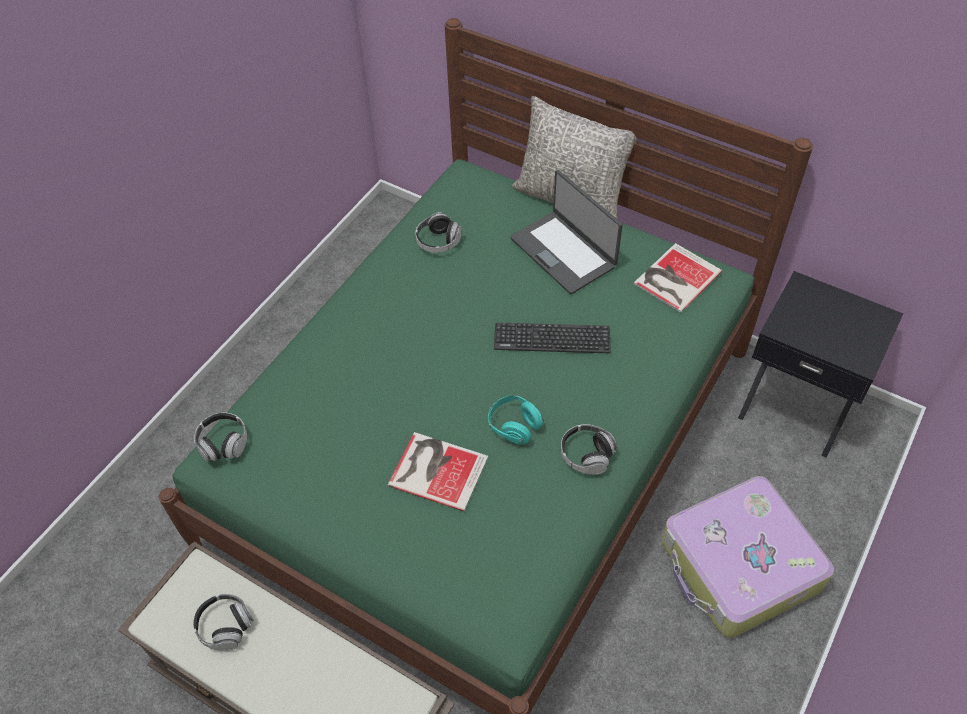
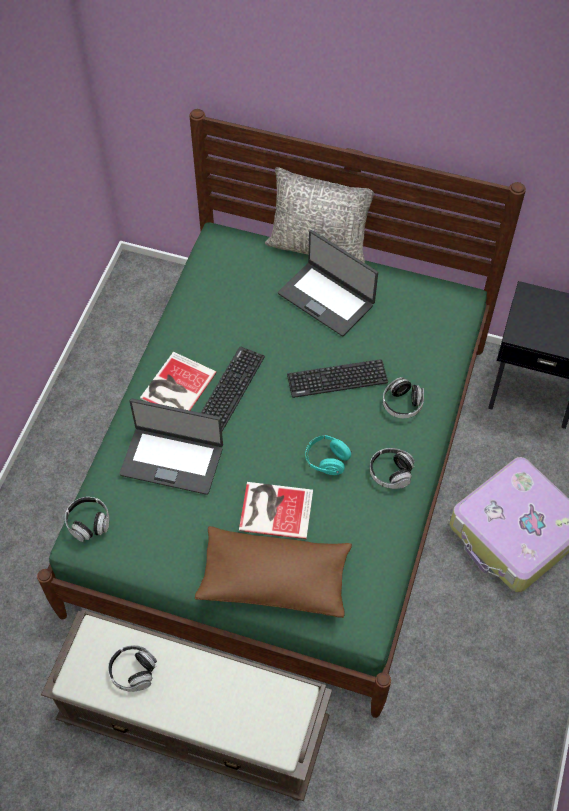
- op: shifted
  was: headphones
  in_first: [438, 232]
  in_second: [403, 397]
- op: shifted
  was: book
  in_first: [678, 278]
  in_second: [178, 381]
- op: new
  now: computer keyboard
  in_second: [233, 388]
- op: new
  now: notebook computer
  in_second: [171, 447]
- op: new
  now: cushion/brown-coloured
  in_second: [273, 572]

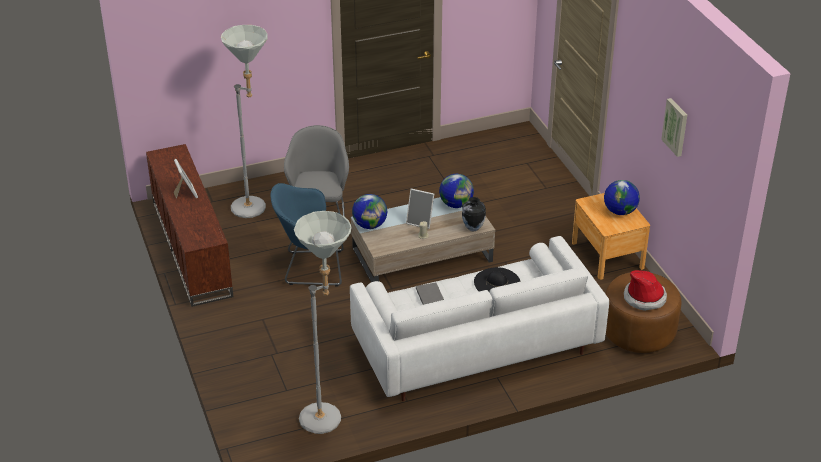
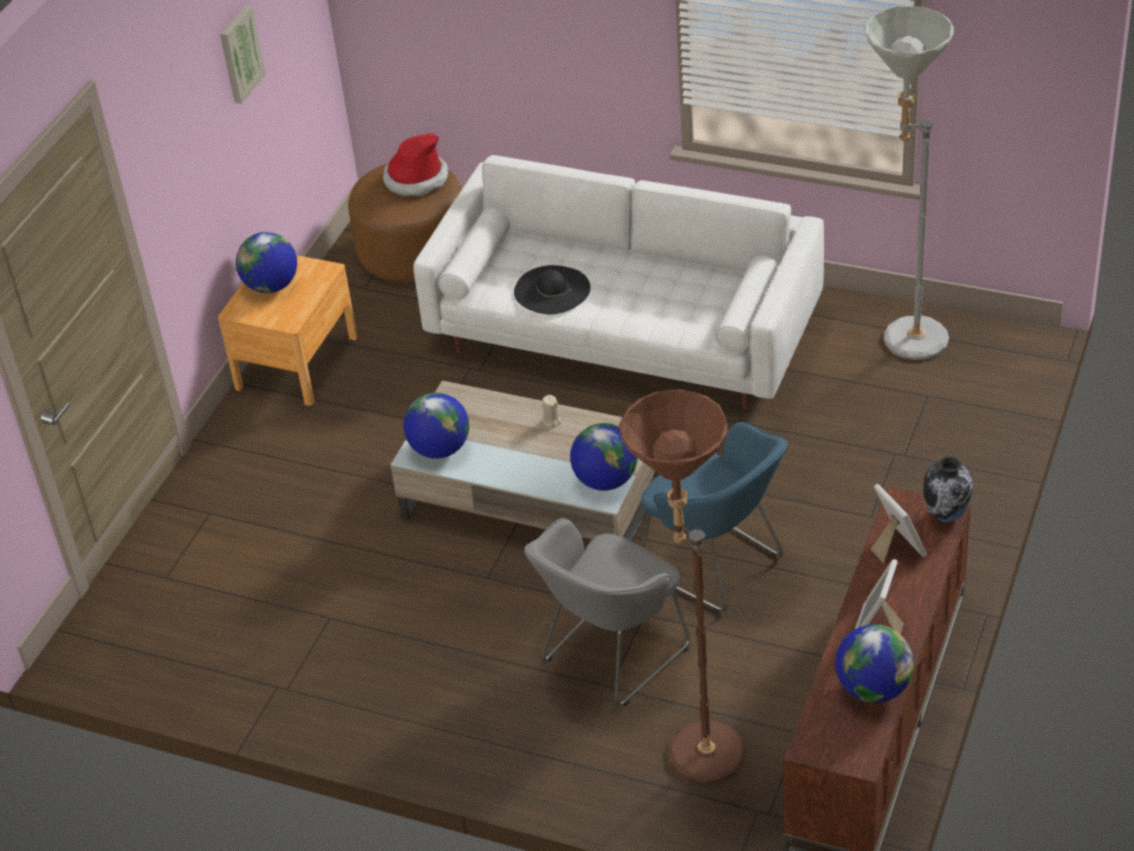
- op: repainted
  was: floor lamp/gray
  now: floor lamp/brown-coloured
  in_first: [244, 121]
  in_second: [682, 587]
- op: shifted
  was: standing frame
  in_first: [420, 208]
  in_second: [898, 523]
- op: shifted
  was: decorative vase
  in_first: [474, 214]
  in_second: [948, 489]
- op: gone
  was: book/gray
  in_first: [430, 294]
- op: new
  now: desk globe
  in_second: [874, 663]

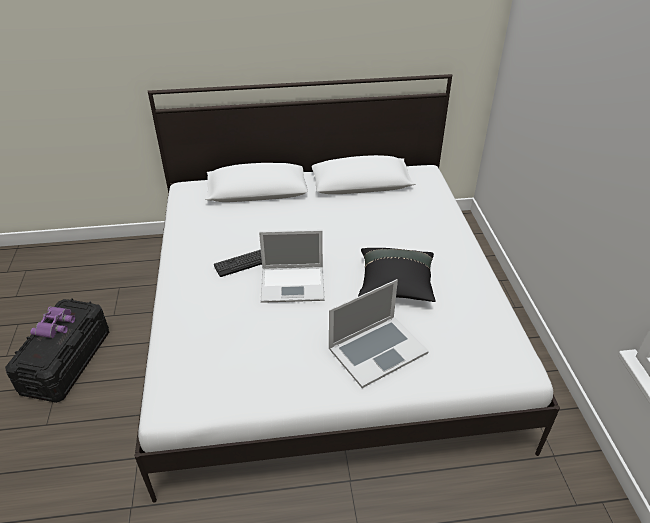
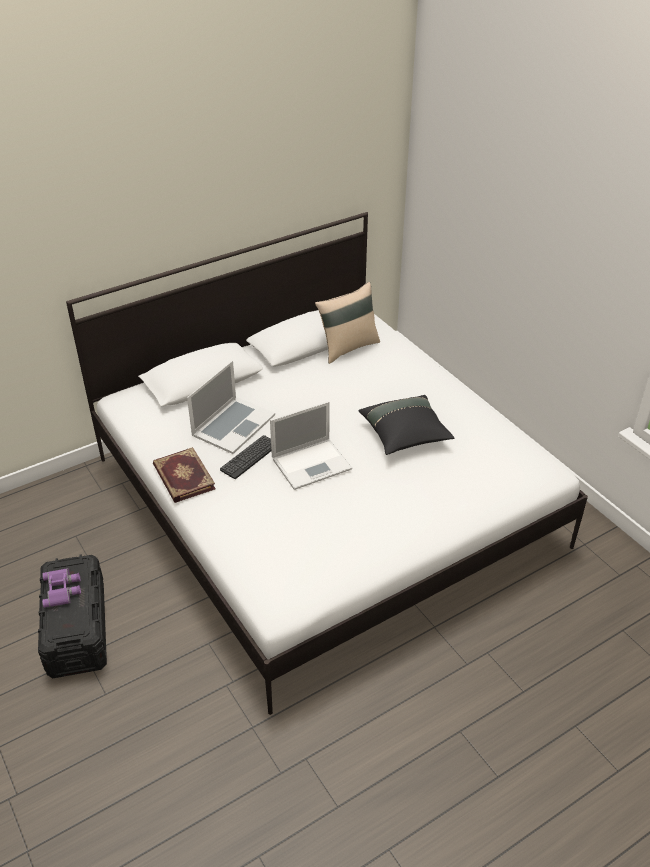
- op: shifted
  was: notebook computer
  in_first: [379, 333]
  in_second: [231, 407]
- op: new
  now: cushion/sand-coloured
  in_second: [347, 323]
- op: new
  now: book
  in_second: [184, 475]

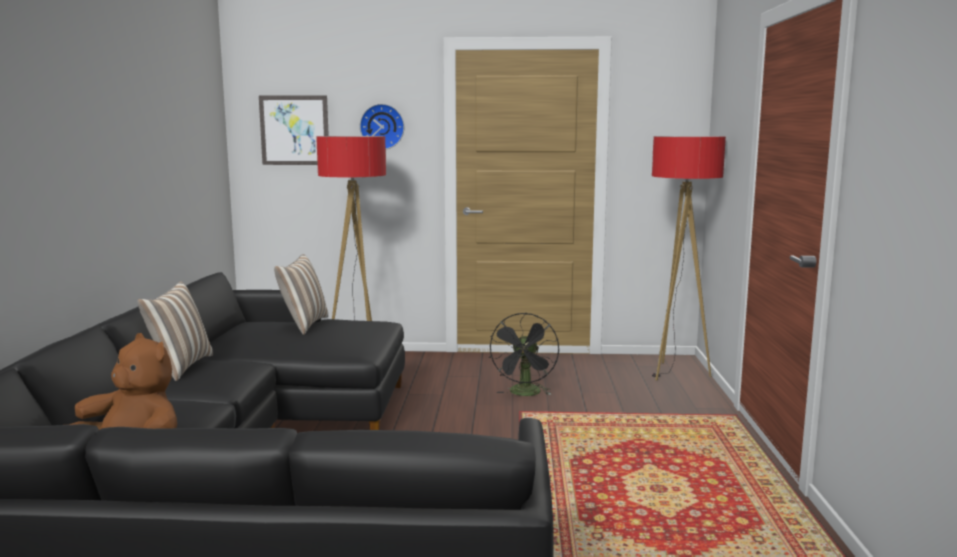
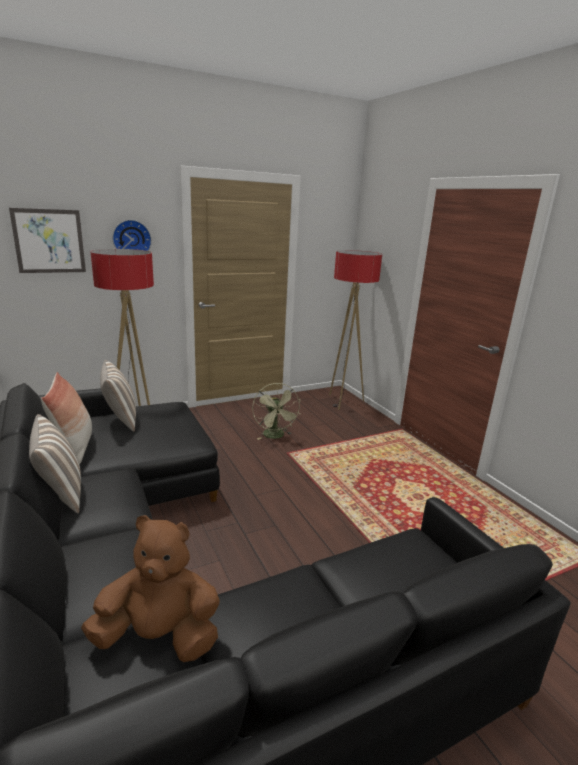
- op: repainted
  was: electric fan/black
  now: electric fan/green
  in_first: [524, 354]
  in_second: [276, 411]
- op: new
  now: cushion
  in_second: [66, 418]

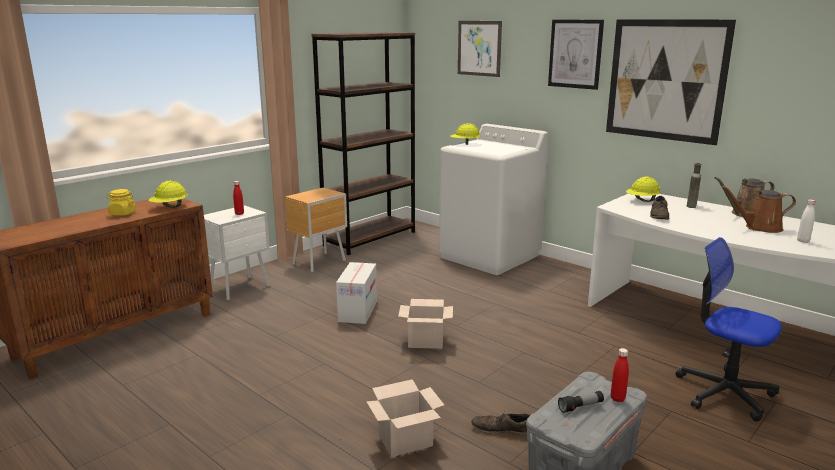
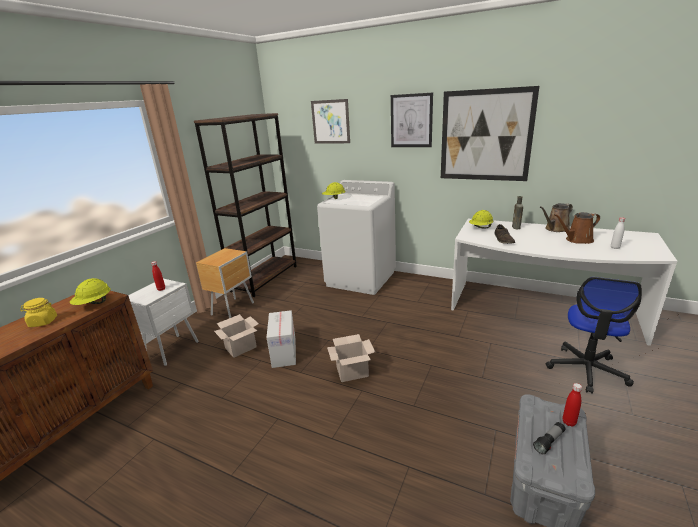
- op: rotated
  was: desk chair
  in_first: [729, 329]
  in_second: [594, 335]
  clockwise: -90
- op: shifted
  was: carton
  in_first: [405, 418]
  in_second: [236, 336]
- op: gone
  was: low shoe/brown-coloured
  in_first: [500, 424]

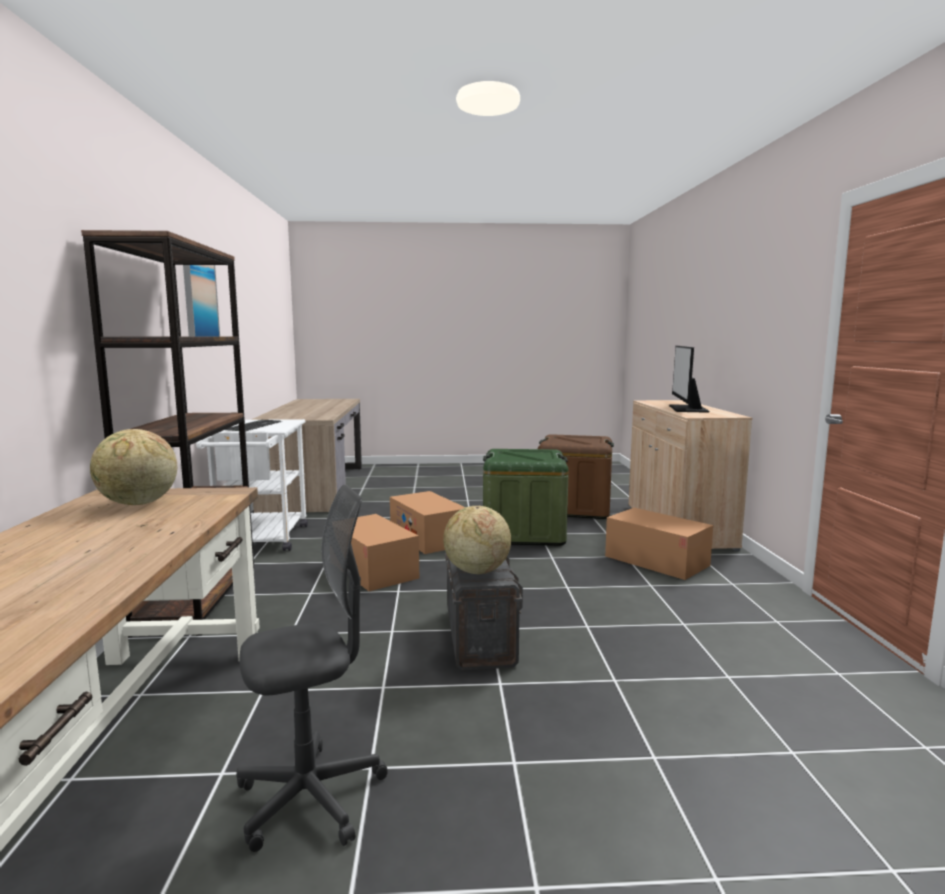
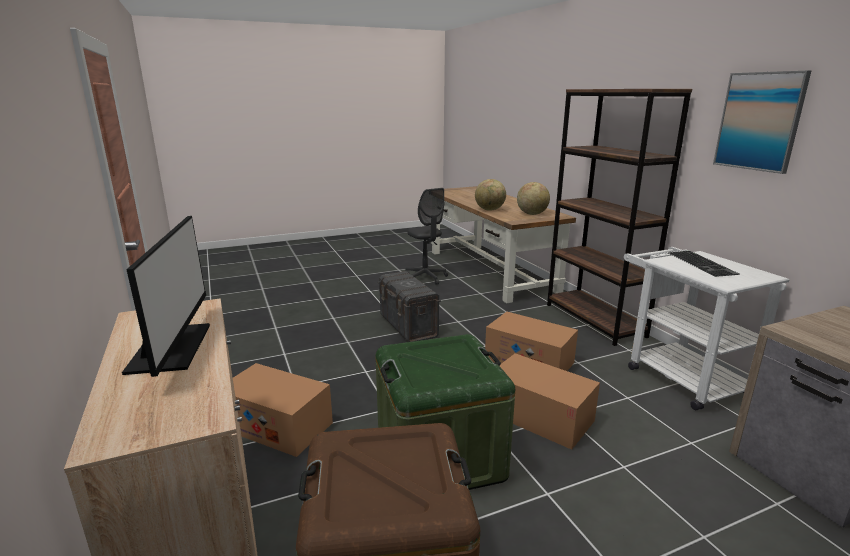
- op: rotated
  was: desk chair/gray
  in_first: [312, 668]
  in_second: [427, 236]
  clockwise: -75
- op: shifted
  was: desk globe
  in_first: [477, 540]
  in_second: [490, 195]

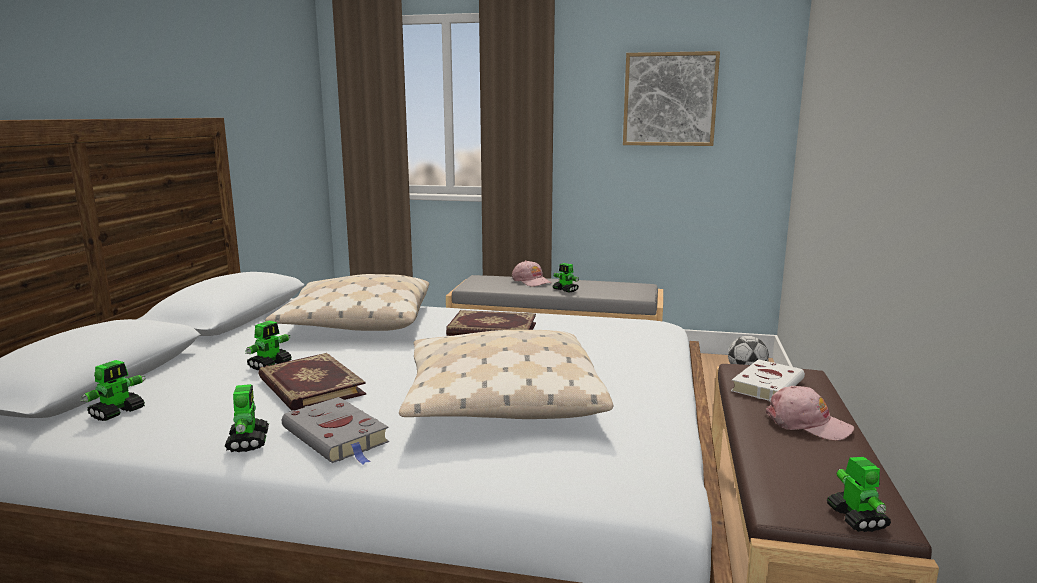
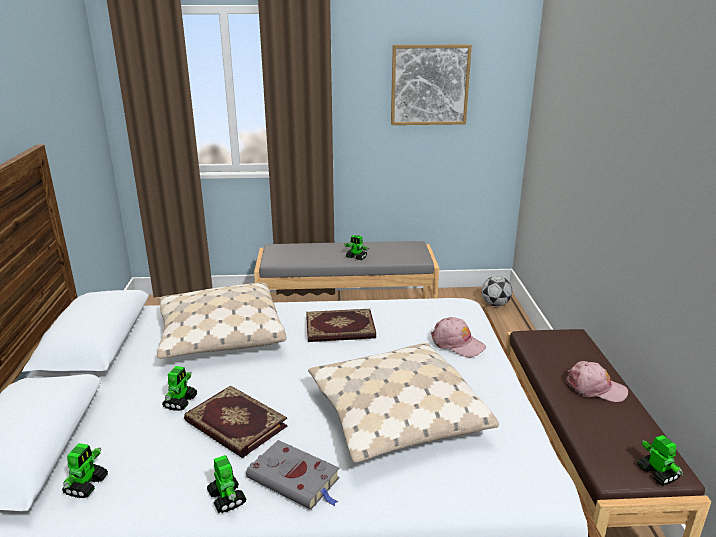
- op: shifted
  was: peaked cap/pink
  in_first: [532, 273]
  in_second: [458, 337]
- op: gone
  was: book/white-coloured
  in_first: [768, 380]

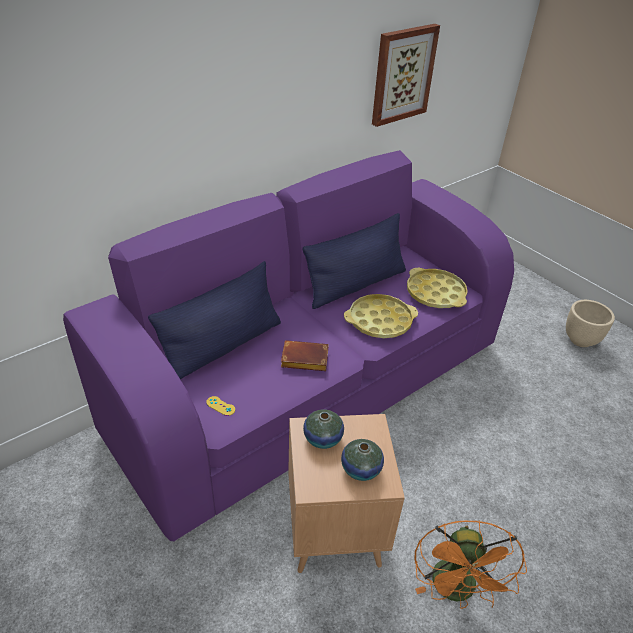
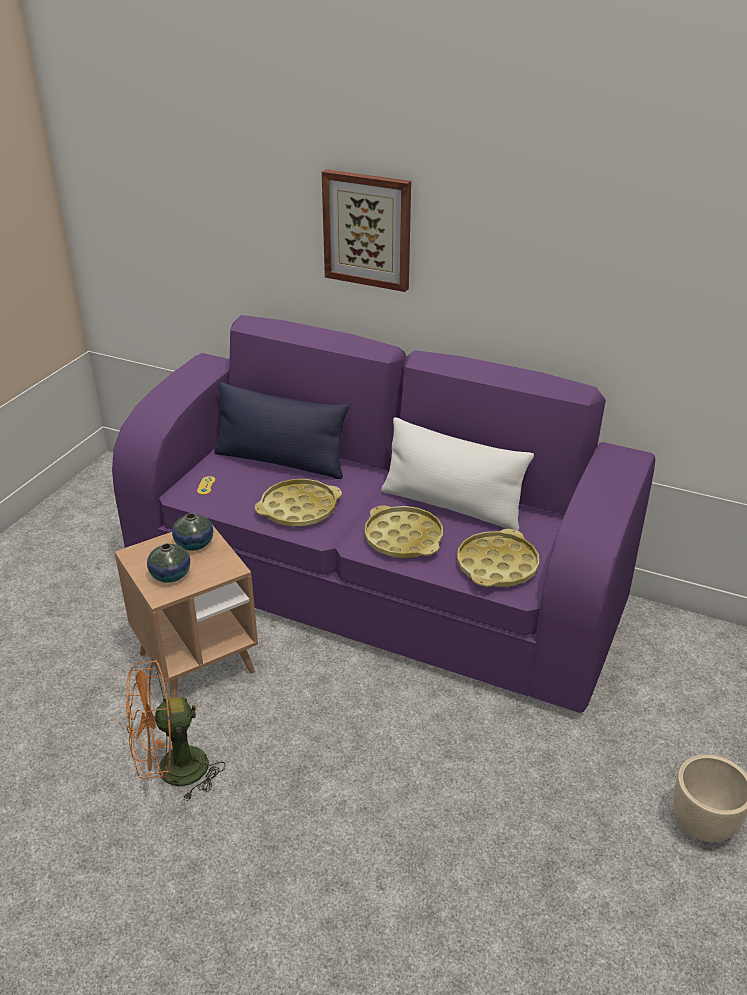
- op: shifted
  was: wall art
  in_first: [406, 75]
  in_second: [366, 230]
- op: repainted
  was: cushion/blue
  now: cushion/white-coloured
  in_first: [354, 261]
  in_second: [457, 474]
- op: swapped
  was: book/brown-coloured
  now: carrying tray/yellow
  in_first: [305, 355]
  in_second: [298, 502]

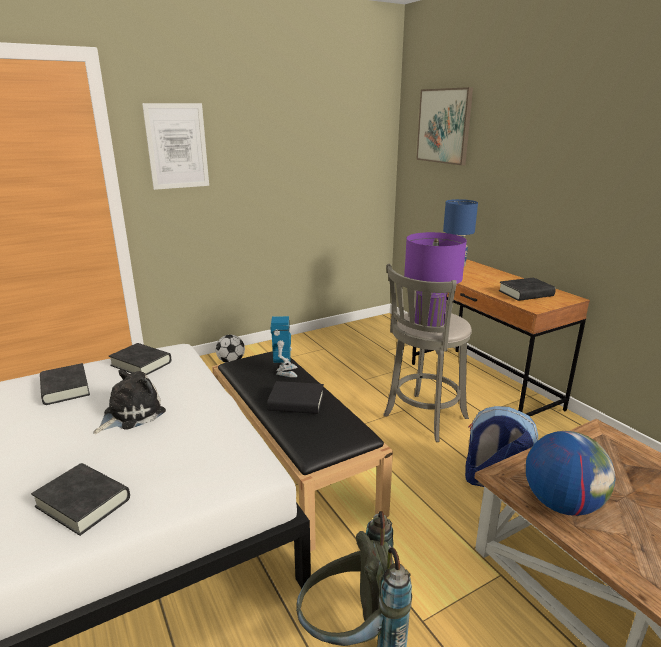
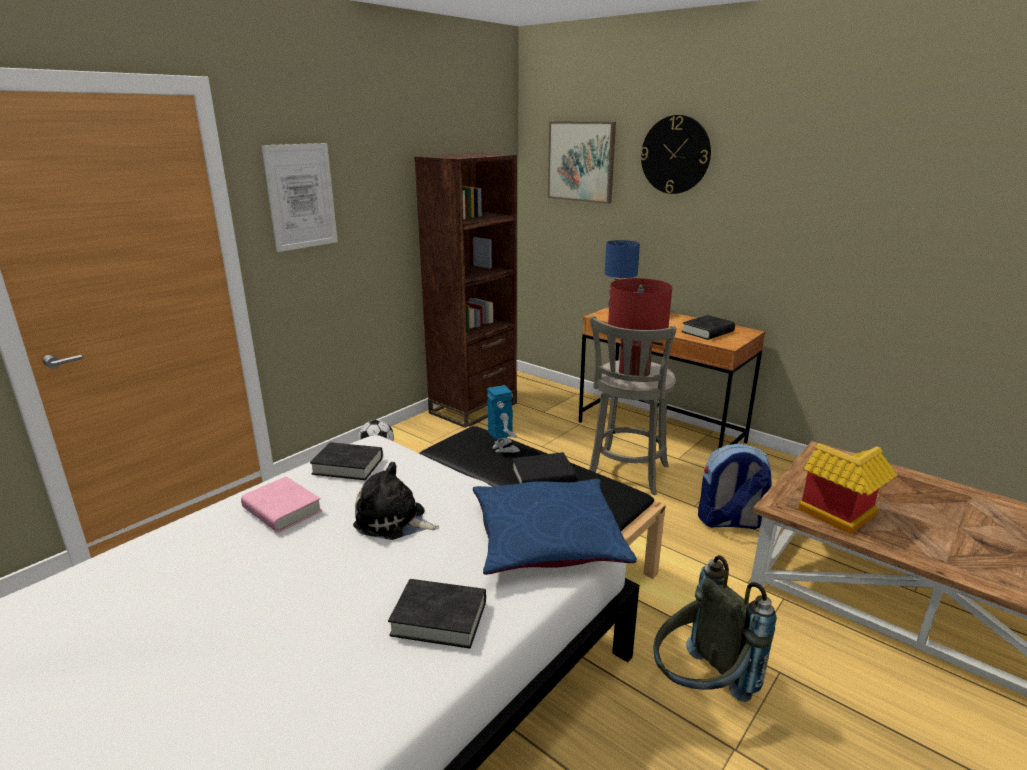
- op: repainted
  was: lamp for a table/purplish
  now: lamp for a table/red
  in_first: [435, 279]
  in_second: [640, 327]
- op: repainted
  was: book/black
  now: book/pink
  in_first: [65, 384]
  in_second: [281, 504]
- op: rotated
  was: cuddly toy
  in_first: [129, 401]
  in_second: [396, 501]
  clockwise: -90
- op: swapped
  was: desk globe
  now: toy house
  in_first: [570, 473]
  in_second: [847, 489]
- op: new
  now: clock on the wall
  in_second: [675, 154]
- op: new
  now: bookcase/brown-coloured
  in_second: [465, 290]
- op: new
  now: cushion/blue
  in_second: [555, 527]

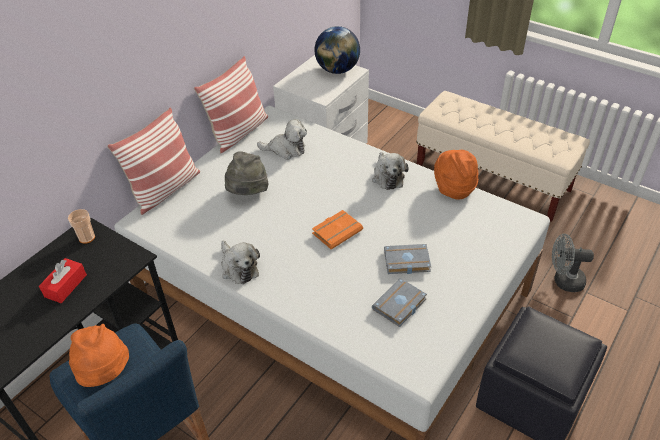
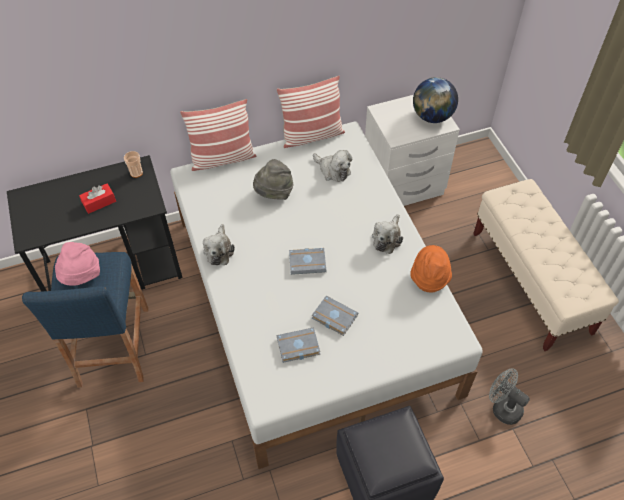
- op: repainted
  was: book/orangey
  now: book/gray
  in_first: [337, 229]
  in_second: [307, 261]
- op: repainted
  was: clothing hat/orangey
  now: clothing hat/pink
  in_first: [99, 355]
  in_second: [77, 264]

